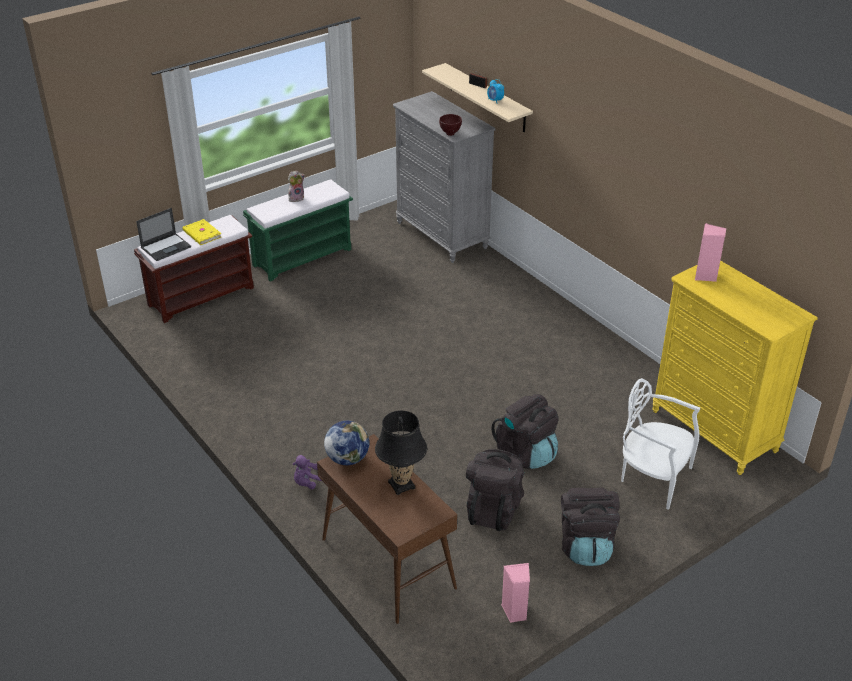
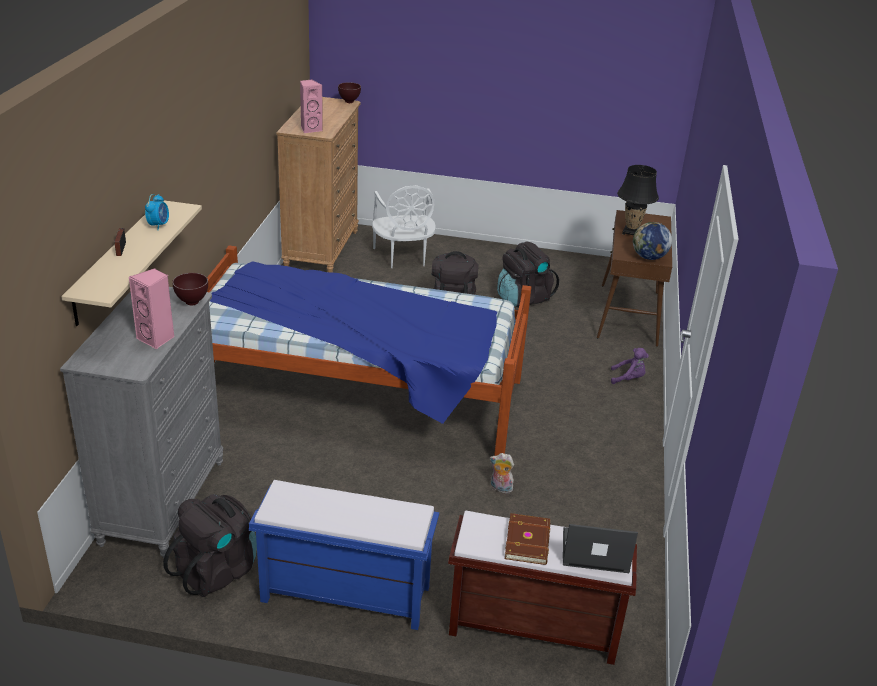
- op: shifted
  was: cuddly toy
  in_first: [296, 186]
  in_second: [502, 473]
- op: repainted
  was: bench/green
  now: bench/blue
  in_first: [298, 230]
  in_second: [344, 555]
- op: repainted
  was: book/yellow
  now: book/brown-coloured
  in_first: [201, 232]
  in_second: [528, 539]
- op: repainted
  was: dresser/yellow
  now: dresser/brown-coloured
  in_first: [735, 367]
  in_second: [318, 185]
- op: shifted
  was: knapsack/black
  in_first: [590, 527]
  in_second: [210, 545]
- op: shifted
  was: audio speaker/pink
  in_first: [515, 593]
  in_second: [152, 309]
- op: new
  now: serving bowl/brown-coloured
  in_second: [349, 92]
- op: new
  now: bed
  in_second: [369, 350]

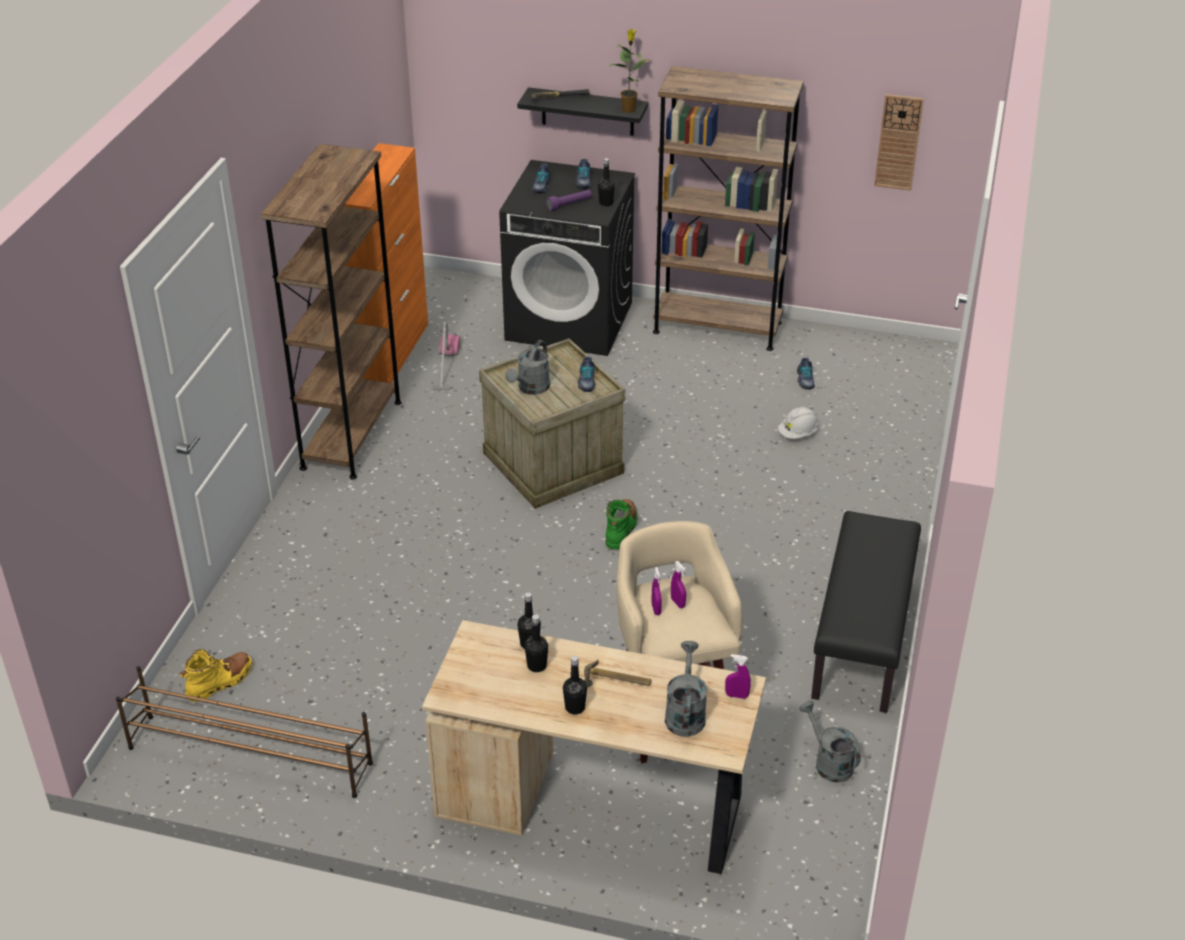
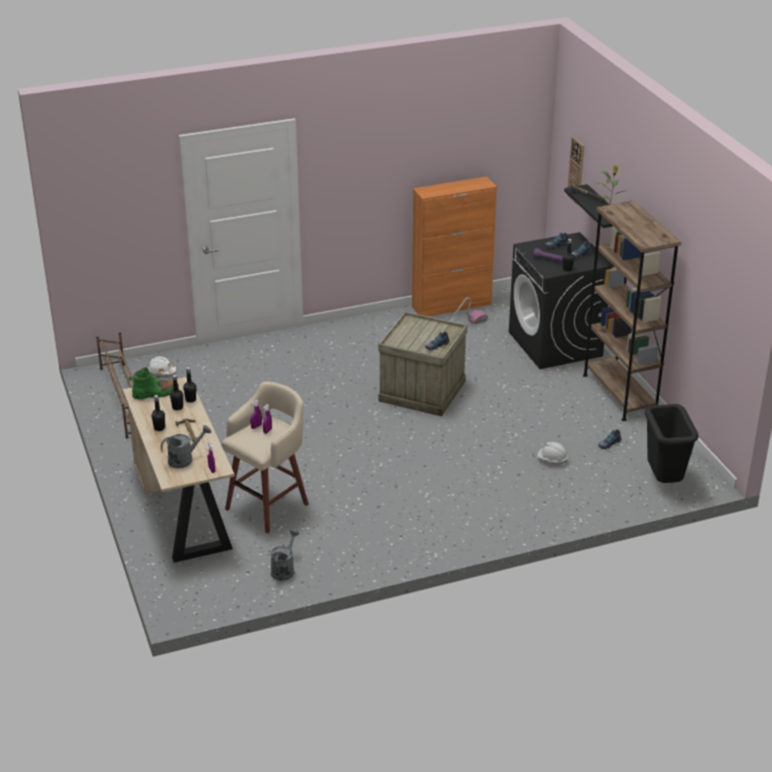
- op: shifted
  was: clock on the wall
  in_first: [899, 142]
  in_second: [575, 170]
- op: gone
  was: bookcase/brown-coloured
  in_first: [331, 311]
- op: gone
  was: watering can/gray
  in_first: [527, 367]
- op: shifted
  was: high-top boot/green
  in_first: [621, 524]
  in_second: [154, 383]
- op: gone
  was: bench/black
  in_first: [866, 612]
- op: swapped
  was: high-top boot/yellow
  now: work helmet/white-coloured
  in_first: [216, 675]
  in_second: [162, 365]
- op: new
  now: trash can/black
  in_second: [672, 443]

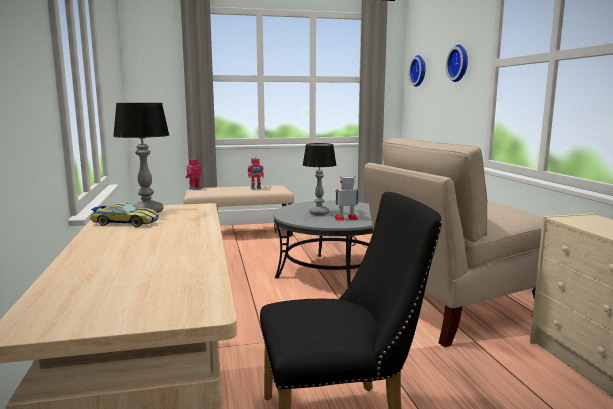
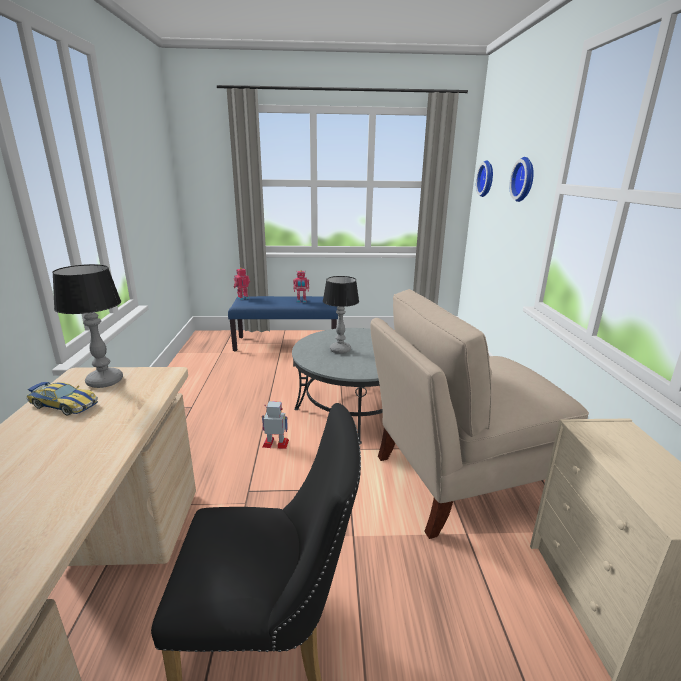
- op: shifted
  was: model robot
  in_first: [346, 198]
  in_second: [275, 425]
- op: repainted
  was: bench/sand-coloured
  now: bench/blue
  in_first: [239, 211]
  in_second: [283, 323]

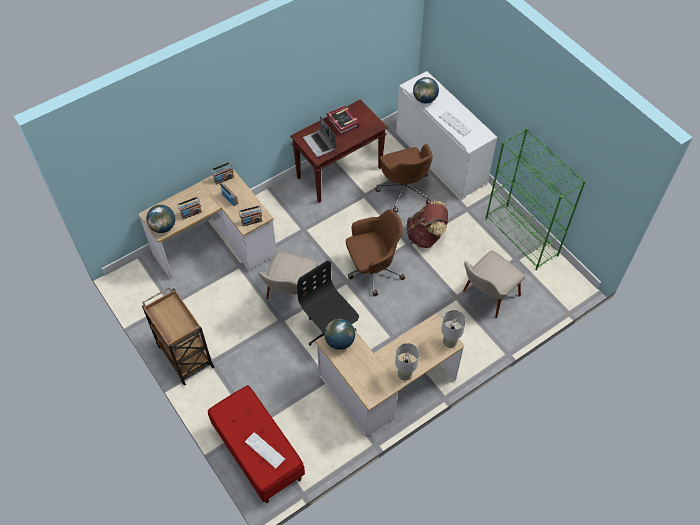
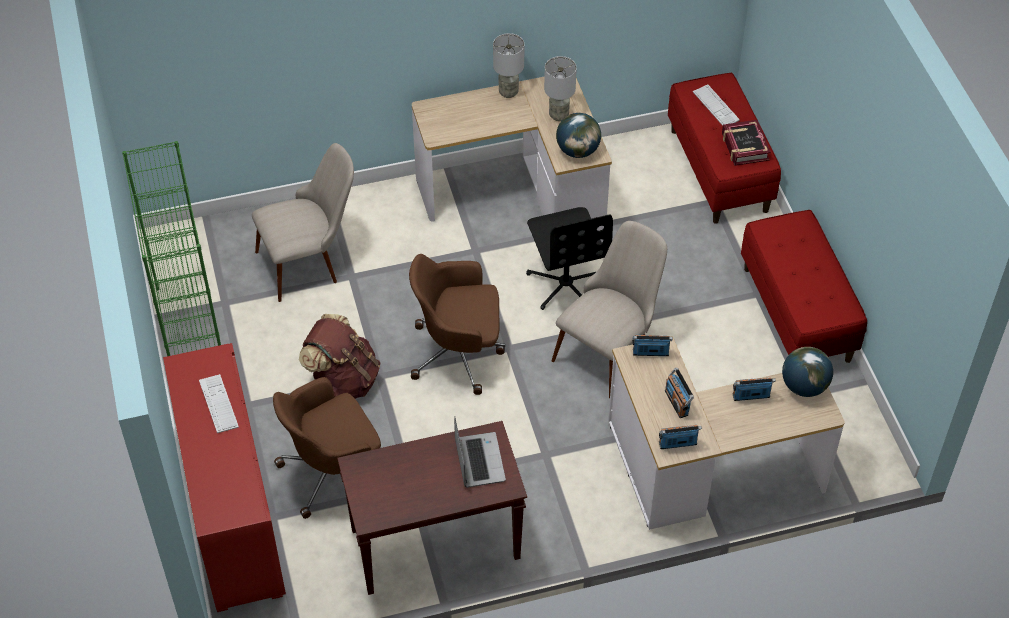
- op: repainted
  was: storage cabinet/white-coloured
  now: storage cabinet/red
  in_first: [446, 135]
  in_second: [224, 477]
- op: gone
  was: desk globe
  in_first: [426, 90]
- op: shifted
  was: book
  in_first: [343, 121]
  in_second: [746, 143]
- op: rotated
  was: desk chair/brown-coloured
  in_first: [404, 178]
  in_second: [327, 448]
  clockwise: -120
- op: swapped
  was: cart/brown-coloured
  now: bench/red
  in_first: [178, 336]
  in_second: [804, 286]
- op: shifted
  was: lamp for a table/gray
  in_first: [453, 329]
  in_second: [560, 88]

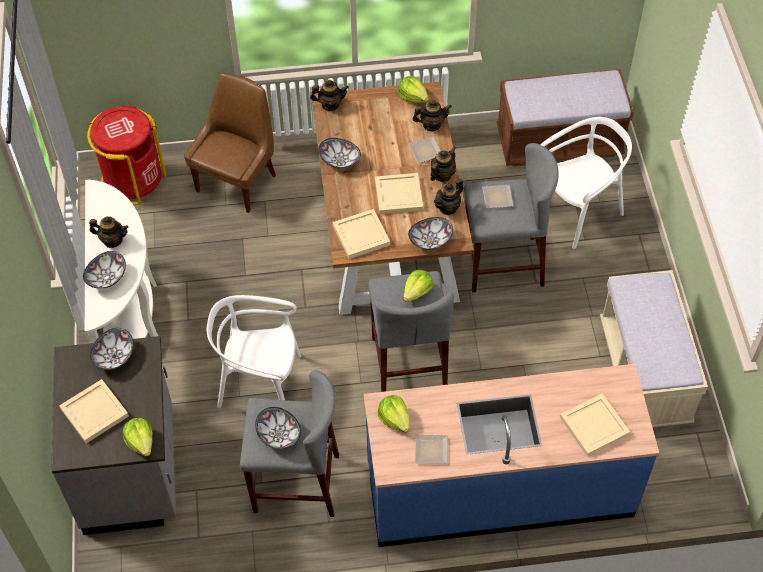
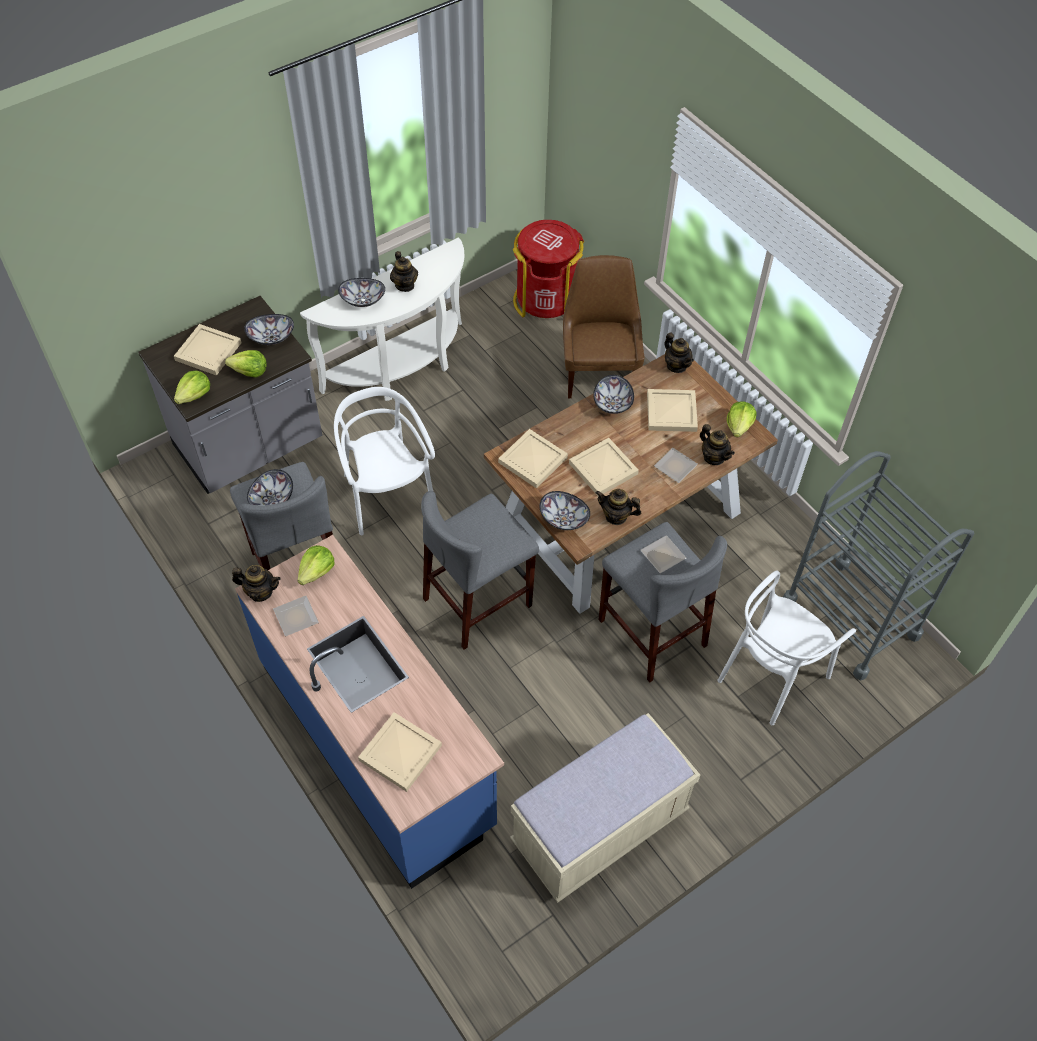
- op: swapped
  was: bench/brown-coloured
  now: cart/gray
  in_first: [565, 118]
  in_second: [878, 565]
- op: rotated
  was: upright chair/brown-coloured
  in_first: [230, 143]
  in_second: [604, 326]
  clockwise: -90
- op: rotated
  was: upright chair/white-coloured
  in_first: [586, 183]
  in_second: [787, 648]
  clockwise: 105
- op: shifted
  was: teapot
  in_first: [443, 164]
  in_second: [256, 583]
- op: shifted
  was: lettuce head
  in_first: [418, 286]
  in_second: [246, 364]
- op: new
  now: carrying tray/sand-coloured
  in_second: [672, 410]

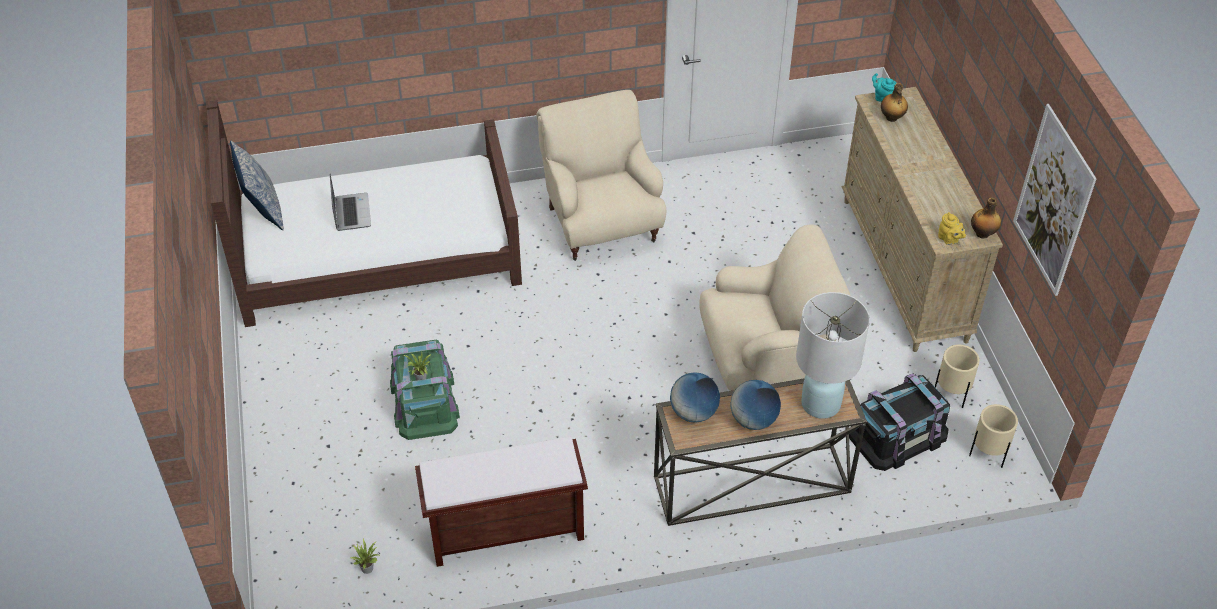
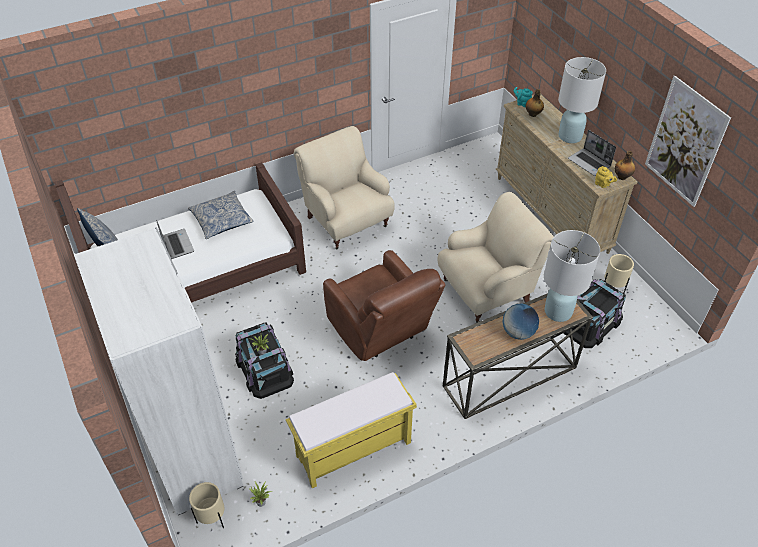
- op: repainted
  was: storage bin/green
  now: storage bin/black
  in_first: [425, 390]
  in_second: [264, 360]
- op: gone
  was: desk globe
  in_first: [695, 397]
- op: shifted
  was: flower pot/sand-coloured
  in_first: [993, 436]
  in_second: [206, 505]
- op: repainted
  was: bench/brown-coloured
  now: bench/yellow
  in_first: [501, 501]
  in_second: [351, 430]
- op: new
  now: lamp for a table/white-coloured
  in_second: [582, 100]
- op: new
  now: notebook computer
  in_second: [592, 153]
- op: new
  now: cushion
  in_second: [221, 215]
- op: new
  now: wardrobe/white-coloured
  in_second: [158, 371]
- op: new
  now: armchair/brown-coloured
  in_second: [384, 305]

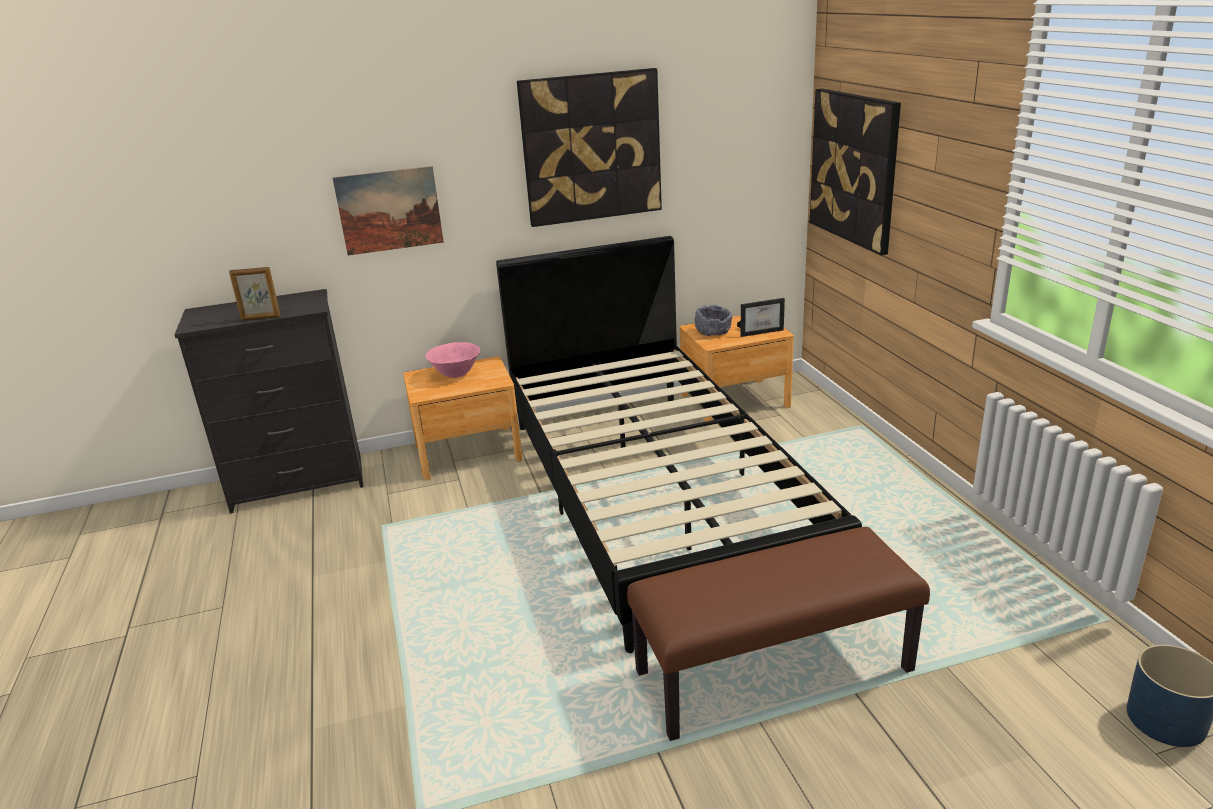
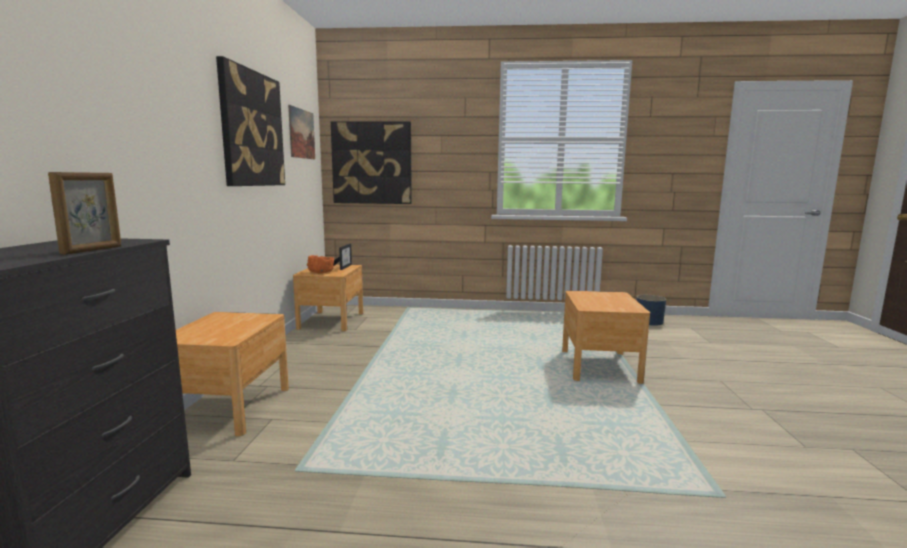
- op: shifted
  was: wall art
  in_first: [388, 210]
  in_second: [301, 132]
- op: gone
  was: bed/black
  in_first: [679, 444]
- op: repainted
  was: serving bowl/gray
  now: serving bowl/orangey
  in_first: [713, 320]
  in_second: [320, 264]
- op: gone
  was: serving bowl/pink
  in_first: [453, 360]
- op: swapped
  was: bench/brown-coloured
  now: bedside table/brown-coloured
  in_first: [778, 634]
  in_second: [606, 337]

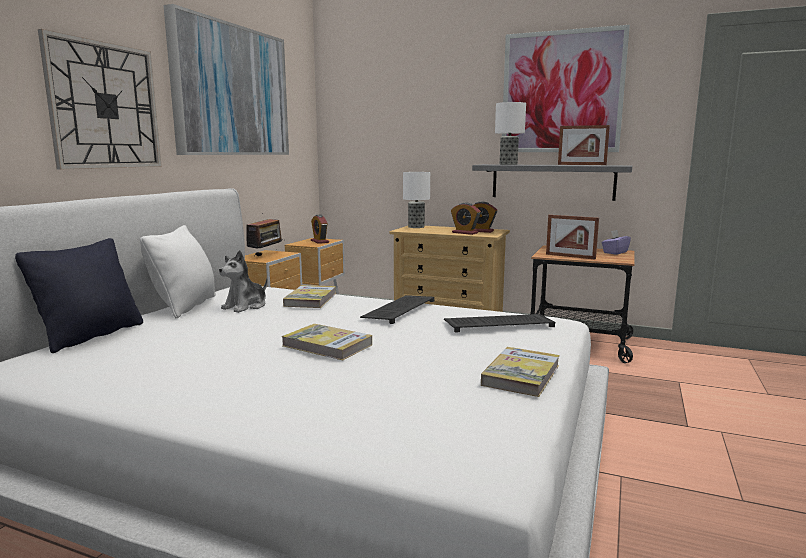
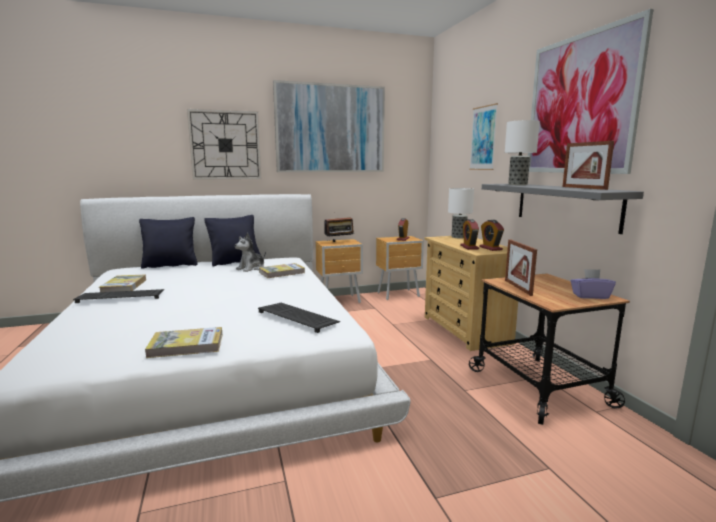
- op: repainted
  was: cushion/white-coloured
  now: cushion/black
  in_first: [178, 271]
  in_second: [232, 240]
- op: rotated
  was: cuddly toy
  in_first: [243, 281]
  in_second: [250, 252]
  clockwise: -45
- op: shifted
  was: computer keyboard
  in_first: [397, 309]
  in_second: [118, 296]
- op: shifted
  was: book
  in_first: [327, 342]
  in_second: [122, 283]
- op: new
  now: wall art
  in_second: [483, 136]

